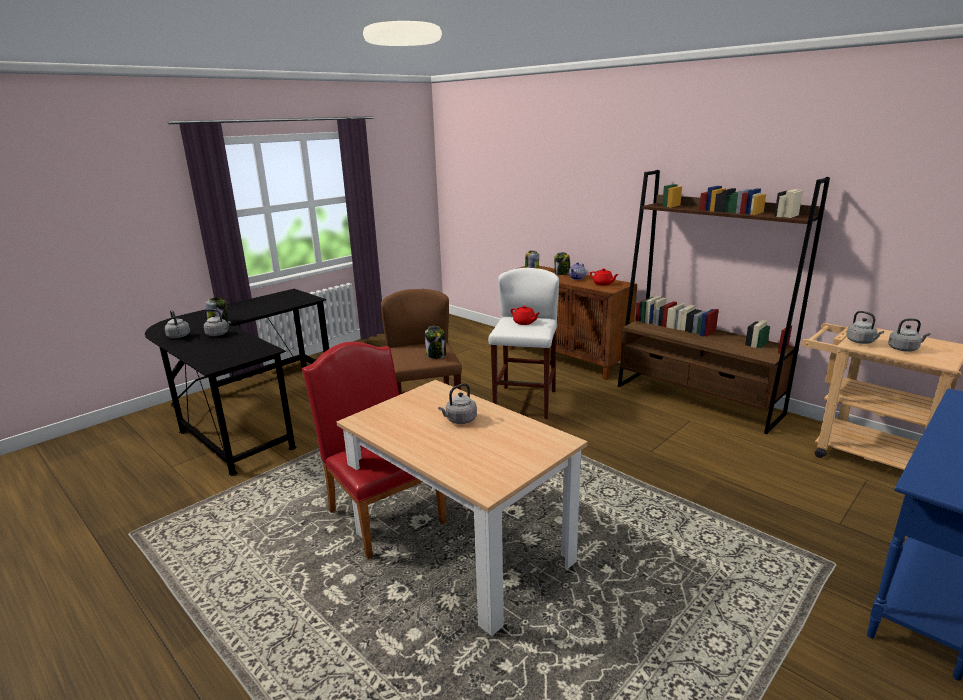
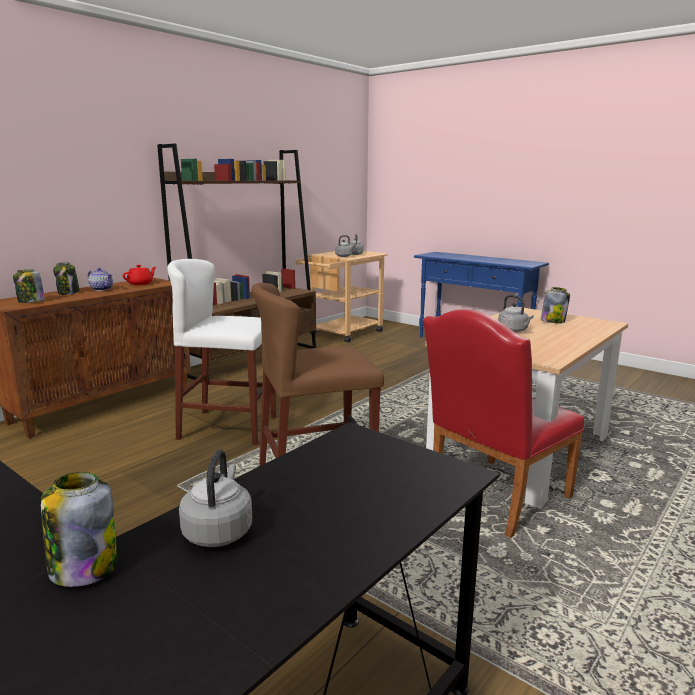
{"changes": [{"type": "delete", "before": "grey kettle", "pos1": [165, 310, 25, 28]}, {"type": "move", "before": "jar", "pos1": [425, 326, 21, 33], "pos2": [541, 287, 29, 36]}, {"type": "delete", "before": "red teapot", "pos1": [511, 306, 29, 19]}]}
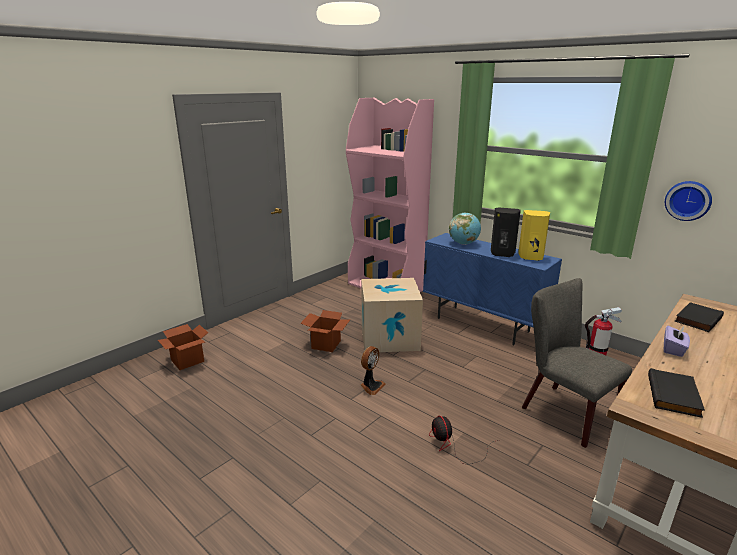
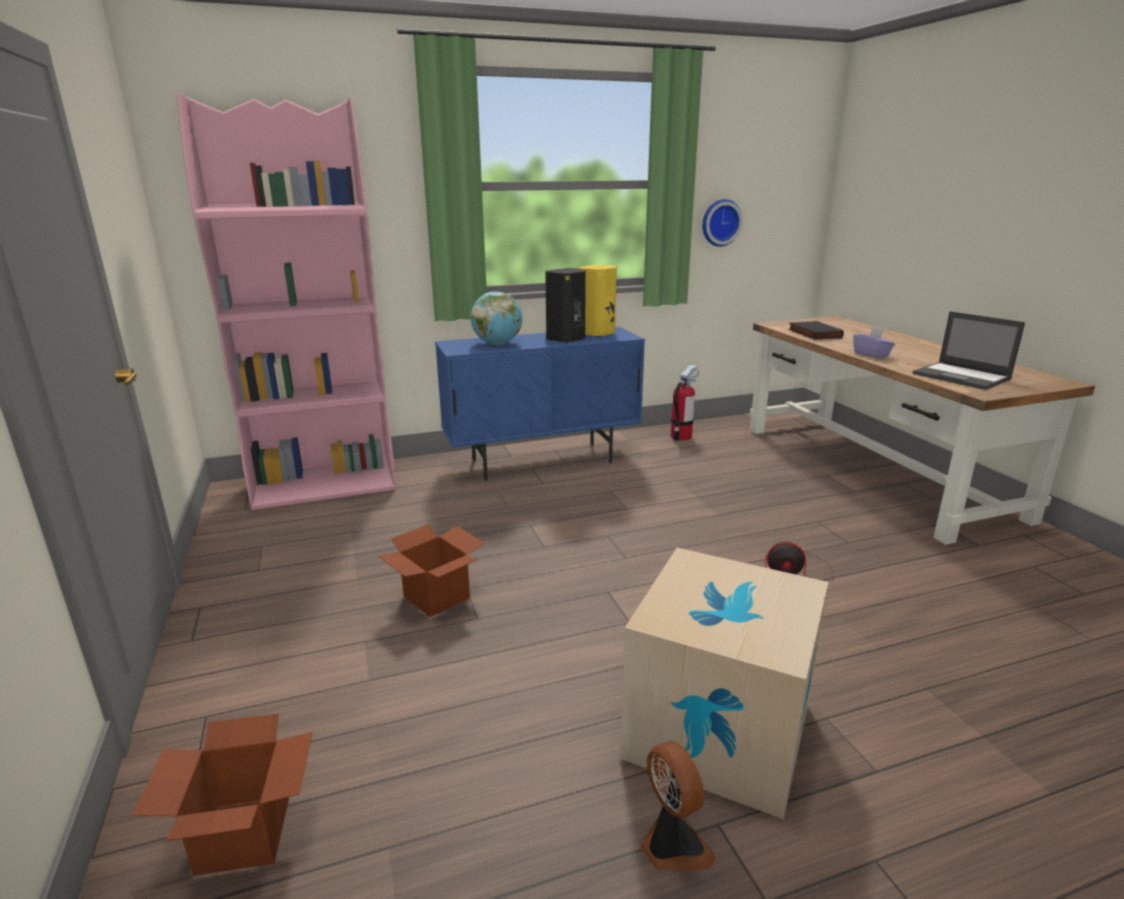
{"changes": [{"type": "move", "before": "fan", "pos1": [360, 346, 26, 49], "pos2": [640, 740, 76, 131]}, {"type": "move", "before": "cardboard box", "pos1": [361, 278, 62, 74], "pos2": [620, 548, 208, 271]}, {"type": "delete", "before": "grey chair", "pos1": [522, 278, 110, 170]}, {"type": "replace", "before": "black book", "after": "laptop", "pos1": [648, 368, 57, 50], "pos2": [913, 311, 112, 79]}]}
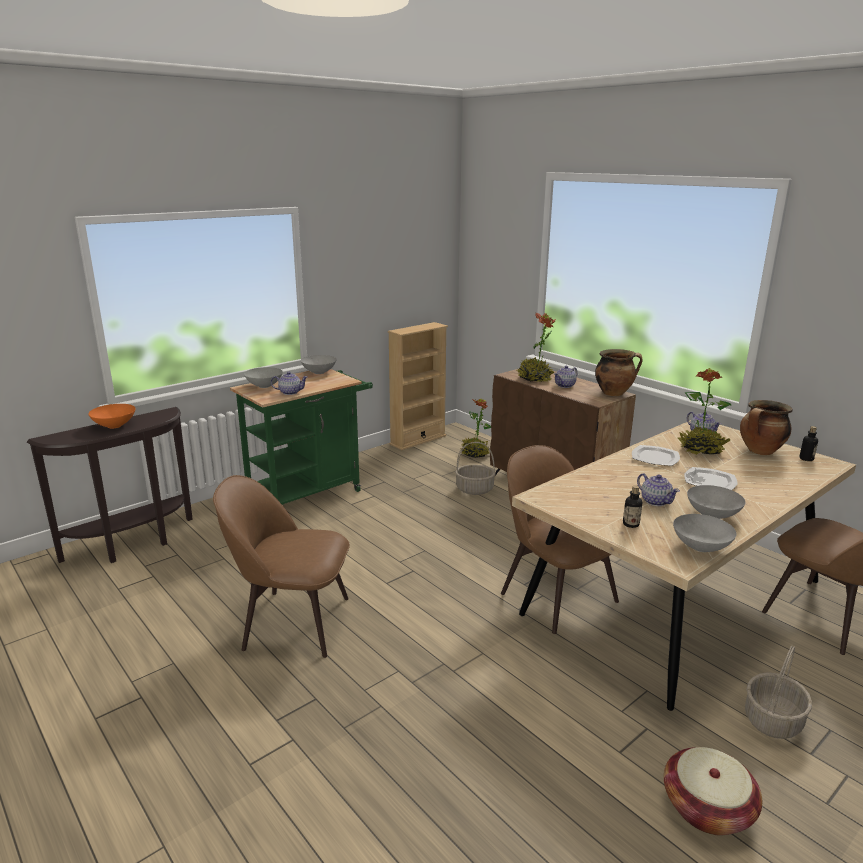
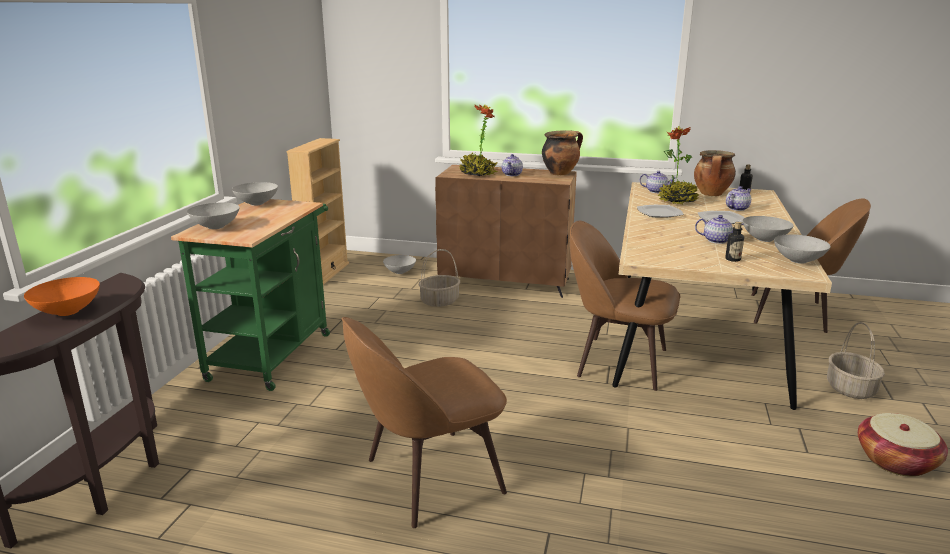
{"changes": [{"type": "move", "before": "teapot", "pos1": [271, 372, 37, 23], "pos2": [726, 186, 25, 25]}, {"type": "replace", "before": "potted plant", "after": "grey bowl", "pos1": [461, 399, 30, 59], "pos2": [383, 255, 33, 19]}]}
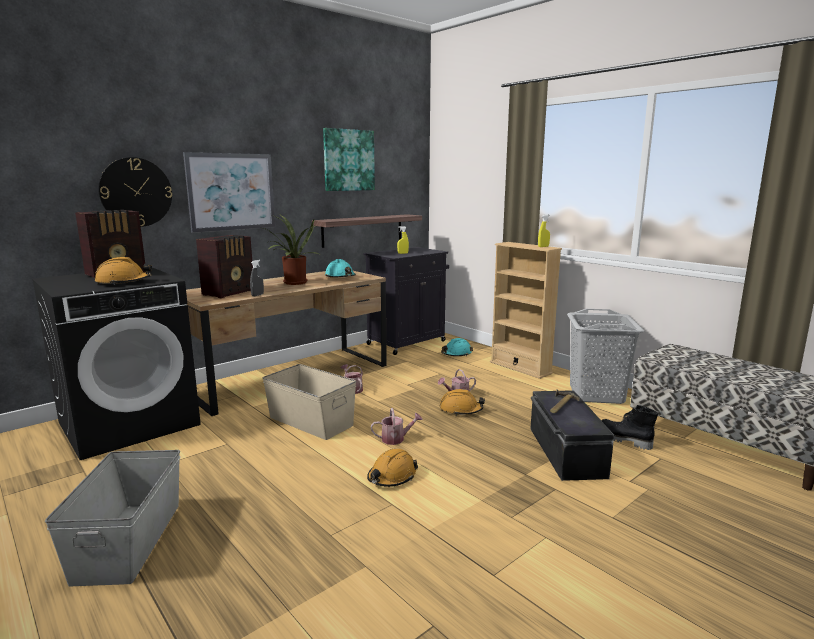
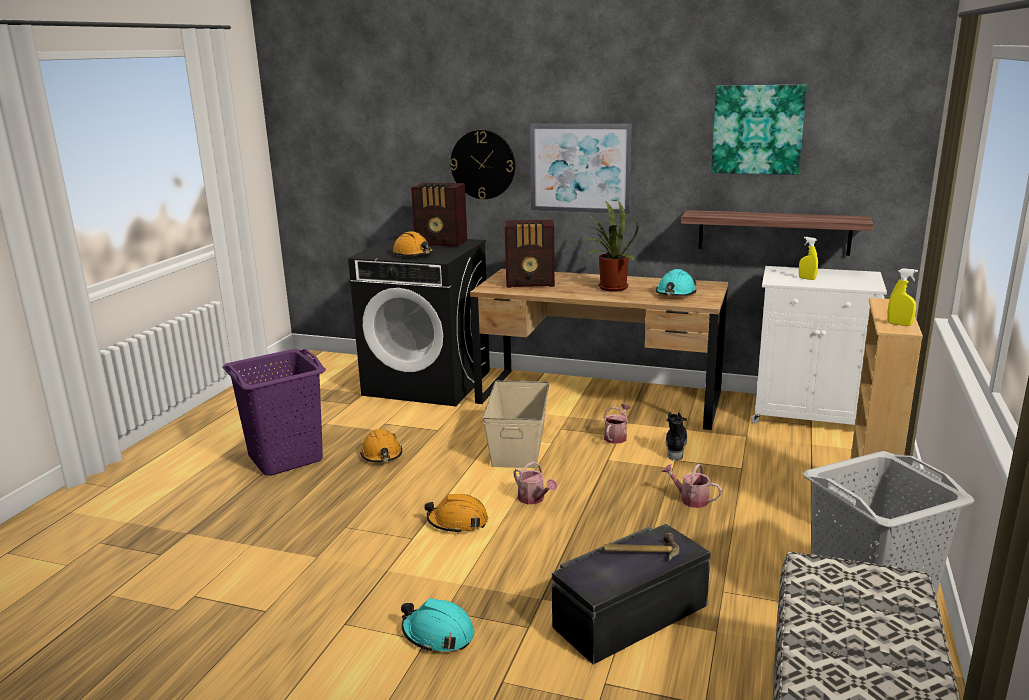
{"changes": [{"type": "replace", "before": "grey storage box", "after": "purple laundry basket", "pos1": [45, 450, 135, 137], "pos2": [223, 348, 103, 128]}, {"type": "delete", "before": "grey spray bottle", "pos1": [250, 260, 14, 37]}, {"type": "recolor", "before": "black cabinet", "after": "white cabinet", "pos1": [364, 247, 85, 108], "pos2": [751, 266, 136, 159]}, {"type": "move", "before": "orange hard hat", "pos1": [440, 389, 45, 27], "pos2": [360, 429, 42, 33]}, {"type": "move", "before": "turquoise hard hat", "pos1": [441, 338, 32, 18], "pos2": [401, 598, 73, 54]}, {"type": "move", "before": "black boot", "pos1": [601, 405, 57, 45], "pos2": [666, 411, 21, 50]}]}
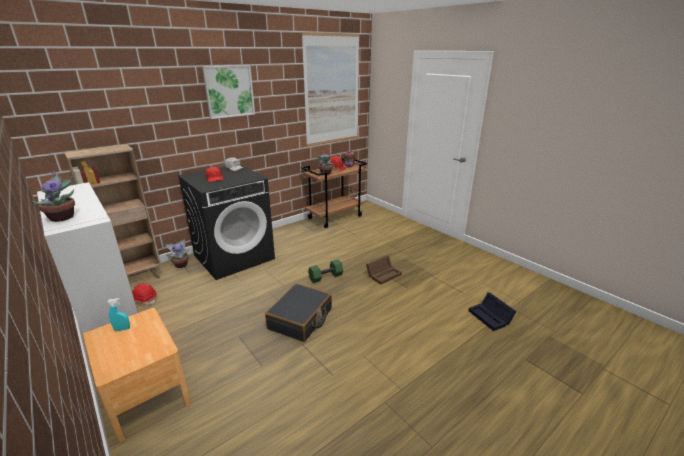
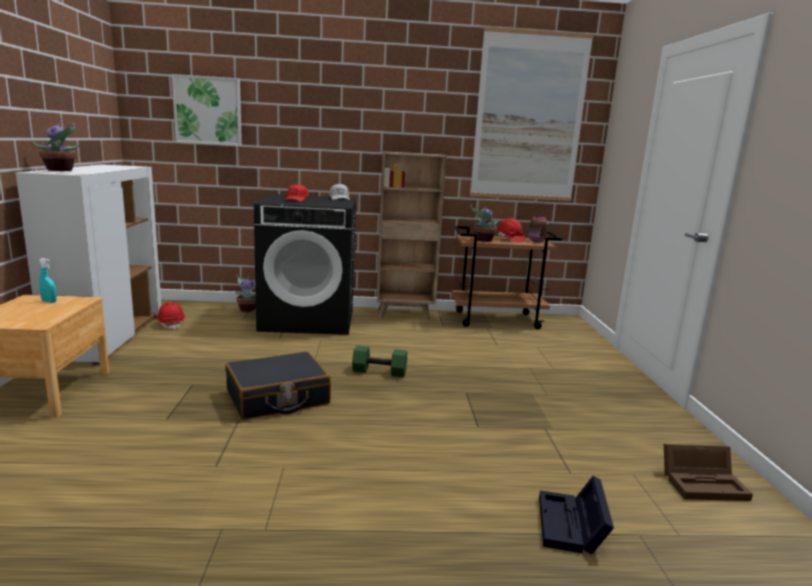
{"changes": [{"type": "move", "before": "brown bookcase", "pos1": [64, 144, 97, 135], "pos2": [377, 151, 69, 169]}, {"type": "move", "before": "picture", "pos1": [202, 65, 53, 54], "pos2": [172, 74, 70, 72]}, {"type": "move", "before": "brown storage box", "pos1": [366, 255, 36, 30], "pos2": [664, 444, 89, 57]}]}
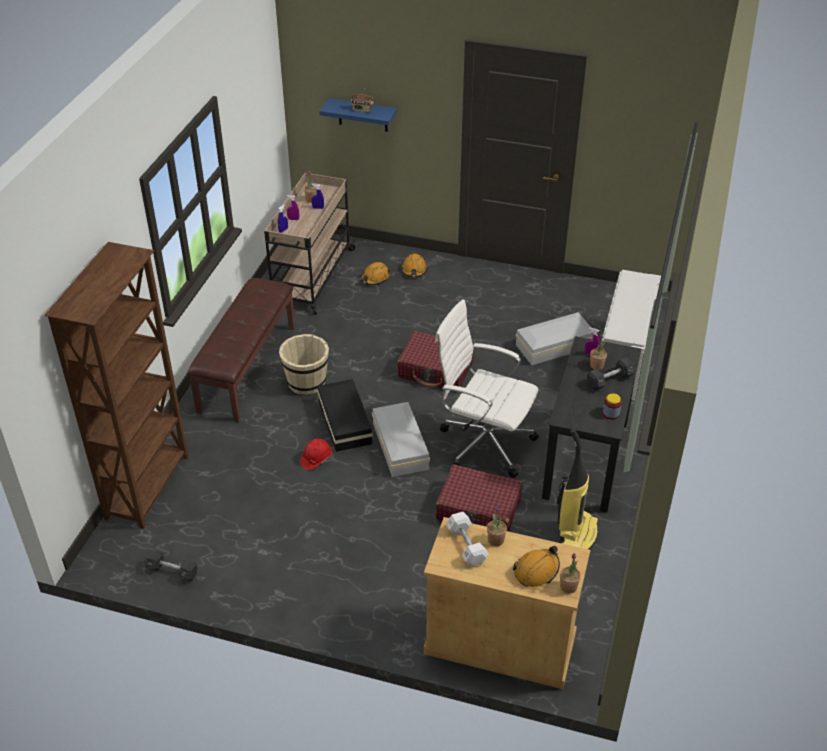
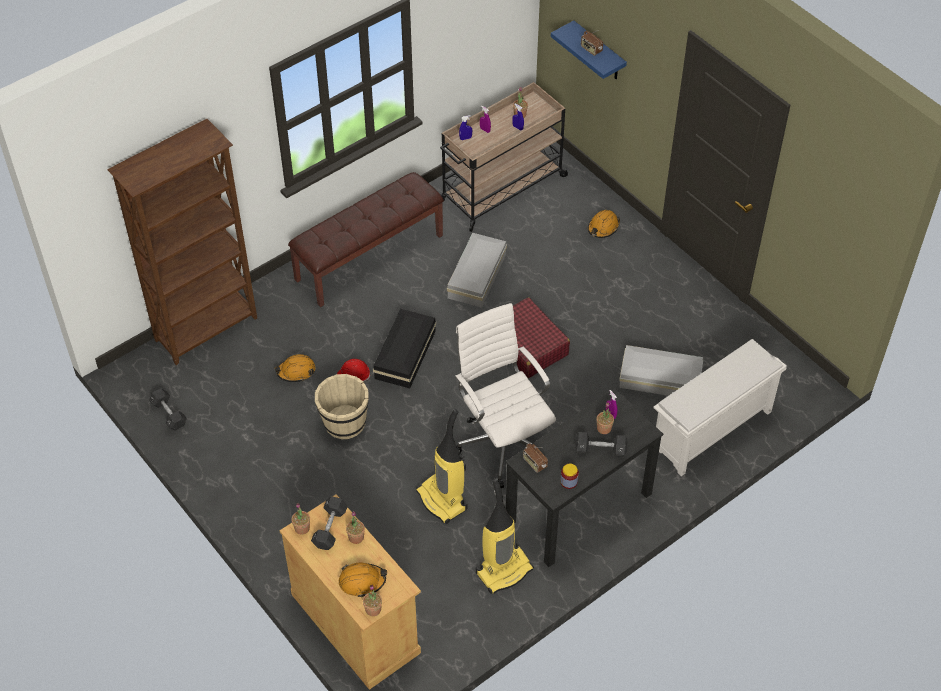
{"changes": [{"type": "move", "before": "beige bucket", "pos1": [279, 334, 50, 61], "pos2": [315, 374, 54, 65]}, {"type": "move", "before": "orange hard hat", "pos1": [361, 262, 30, 23], "pos2": [275, 354, 40, 28]}, {"type": "move", "before": "white storage box", "pos1": [372, 402, 58, 75], "pos2": [447, 233, 60, 75]}, {"type": "replace", "before": "red suitcase", "after": "vacuum cleaner", "pos1": [436, 464, 86, 68], "pos2": [416, 409, 51, 115]}, {"type": "recolor", "before": "white dumbbell", "after": "black dumbbell", "pos1": [446, 512, 43, 55], "pos2": [311, 497, 37, 53]}, {"type": "insert", "after": "potted plant", "pos2": [292, 503, 18, 31]}, {"type": "insert", "after": "radio", "pos2": [523, 443, 25, 30]}]}
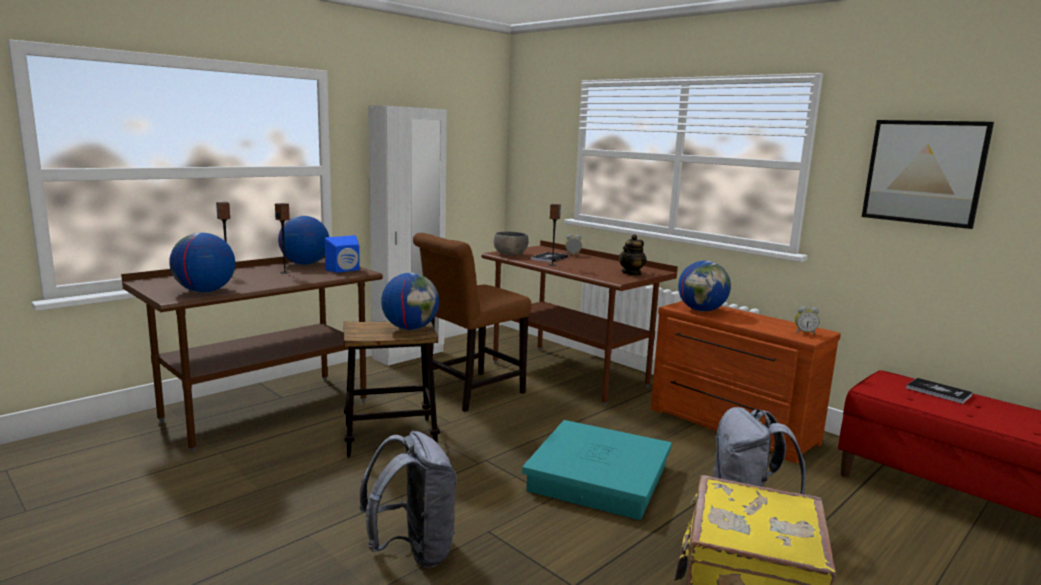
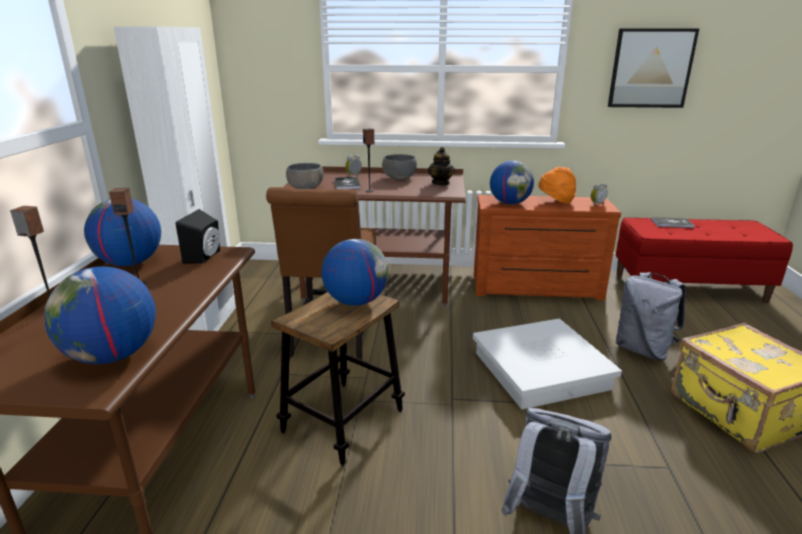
{"changes": [{"type": "recolor", "before": "blue speaker", "after": "black speaker", "pos1": [325, 235, 34, 38], "pos2": [176, 209, 44, 55]}, {"type": "recolor", "before": "turquoise storage box", "after": "white storage box", "pos1": [522, 420, 150, 100], "pos2": [473, 319, 149, 90]}, {"type": "insert", "after": "grey bowl", "pos2": [382, 154, 35, 26]}, {"type": "insert", "after": "orange hat", "pos2": [538, 167, 38, 37]}]}
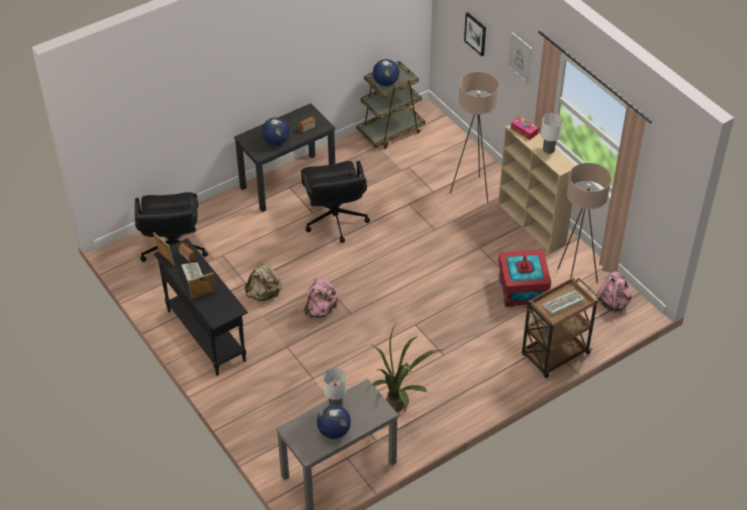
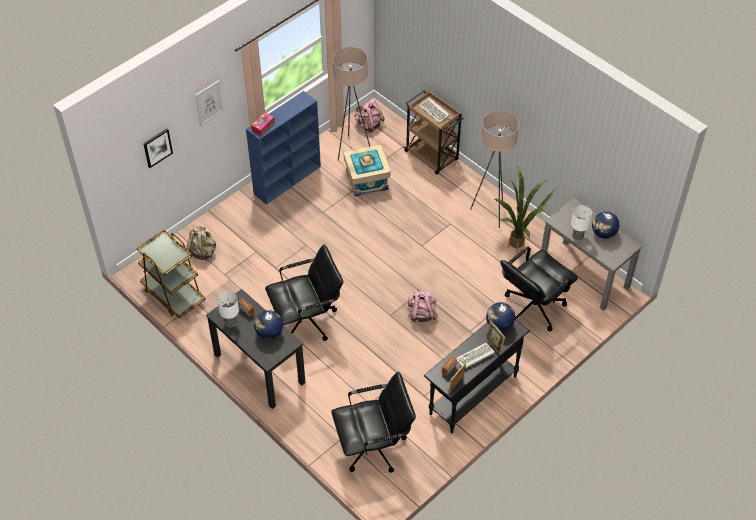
{"changes": [{"type": "move", "before": "beige backpack", "pos1": [245, 261, 38, 40], "pos2": [186, 226, 30, 35]}, {"type": "move", "before": "globe", "pos1": [373, 59, 26, 27], "pos2": [486, 302, 29, 29]}, {"type": "move", "before": "beige floor lamp", "pos1": [450, 72, 49, 130], "pos2": [470, 110, 49, 118]}, {"type": "recolor", "before": "beige bookcase", "after": "blue bookcase", "pos1": [498, 125, 78, 128], "pos2": [246, 91, 75, 114]}, {"type": "recolor", "before": "red storage box", "after": "beige storage box", "pos1": [498, 250, 53, 57], "pos2": [344, 145, 47, 52]}, {"type": "move", "before": "table lamp", "pos1": [541, 113, 22, 41], "pos2": [217, 291, 22, 36]}, {"type": "insert", "after": "black office chair", "pos2": [500, 247, 78, 85]}]}
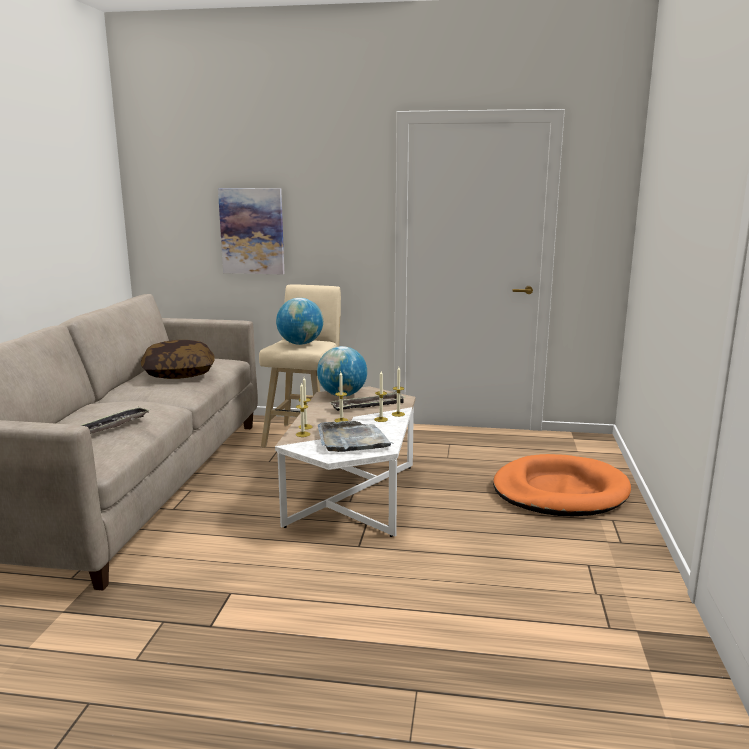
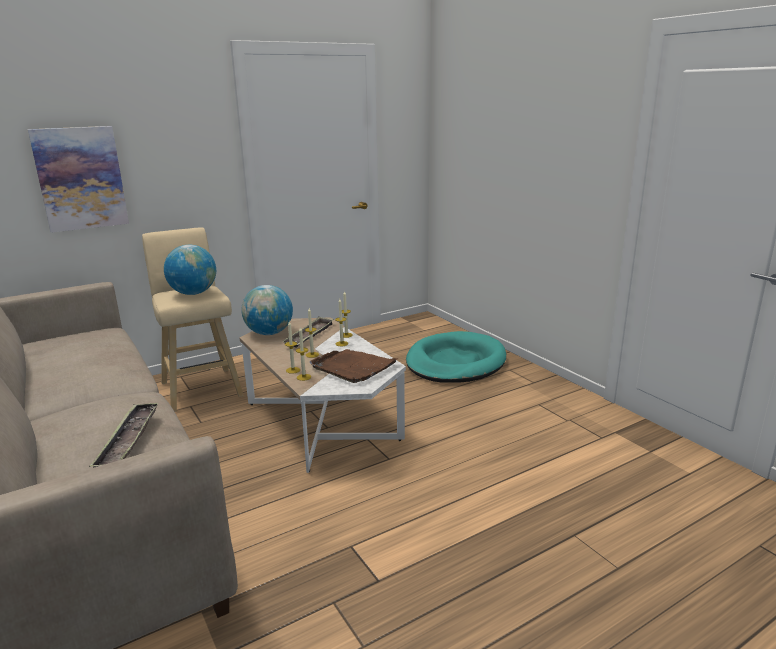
{"changes": [{"type": "delete", "before": "pillow", "pos1": [141, 340, 74, 39]}, {"type": "recolor", "before": "grey tray", "after": "brown tray", "pos1": [318, 421, 75, 31], "pos2": [310, 349, 89, 34]}, {"type": "recolor", "before": "orange dog bed", "after": "turquoise dog bed", "pos1": [493, 454, 138, 62], "pos2": [406, 331, 100, 52]}]}
